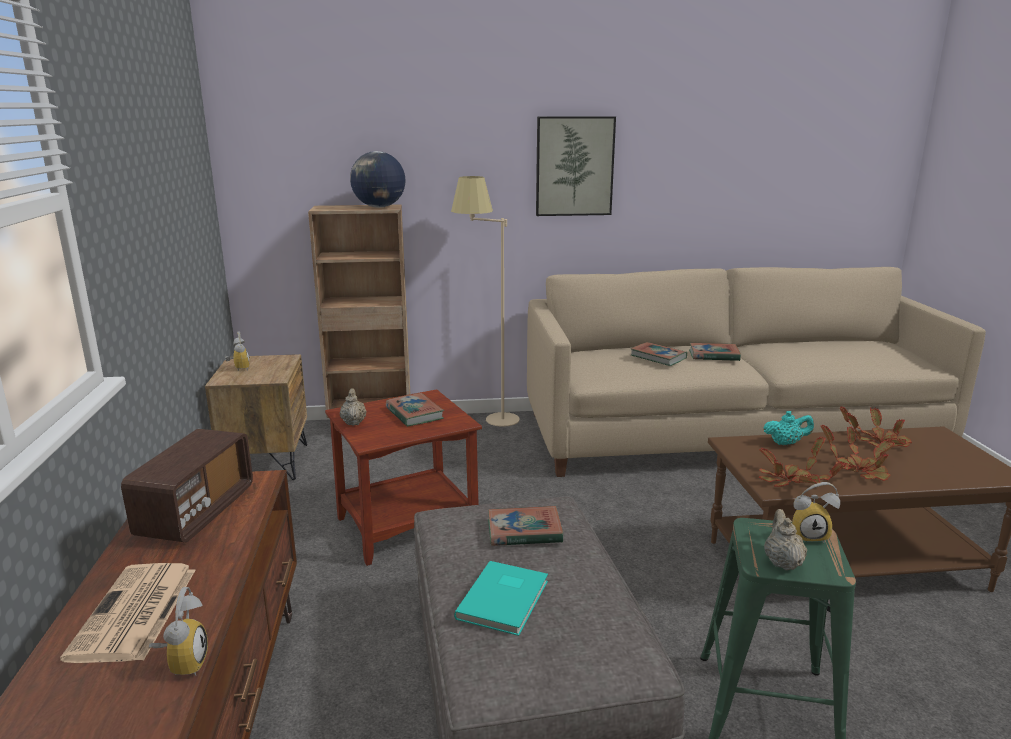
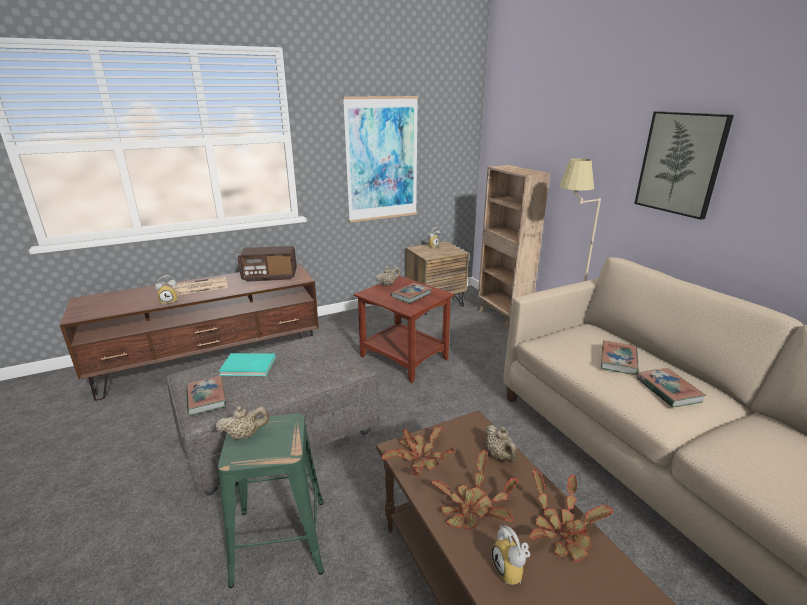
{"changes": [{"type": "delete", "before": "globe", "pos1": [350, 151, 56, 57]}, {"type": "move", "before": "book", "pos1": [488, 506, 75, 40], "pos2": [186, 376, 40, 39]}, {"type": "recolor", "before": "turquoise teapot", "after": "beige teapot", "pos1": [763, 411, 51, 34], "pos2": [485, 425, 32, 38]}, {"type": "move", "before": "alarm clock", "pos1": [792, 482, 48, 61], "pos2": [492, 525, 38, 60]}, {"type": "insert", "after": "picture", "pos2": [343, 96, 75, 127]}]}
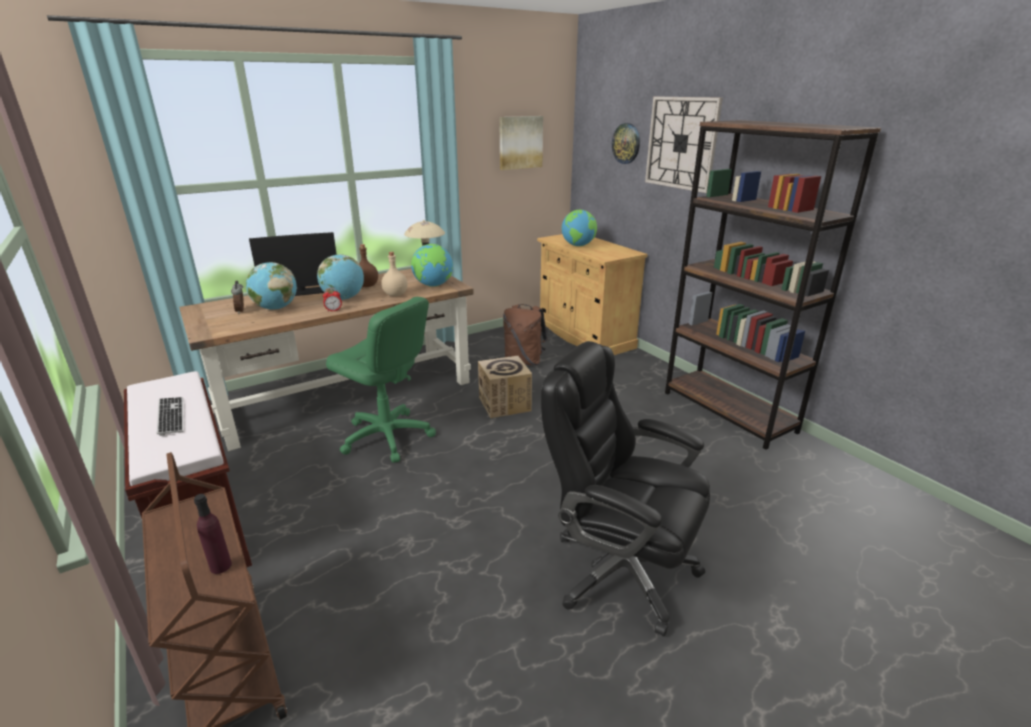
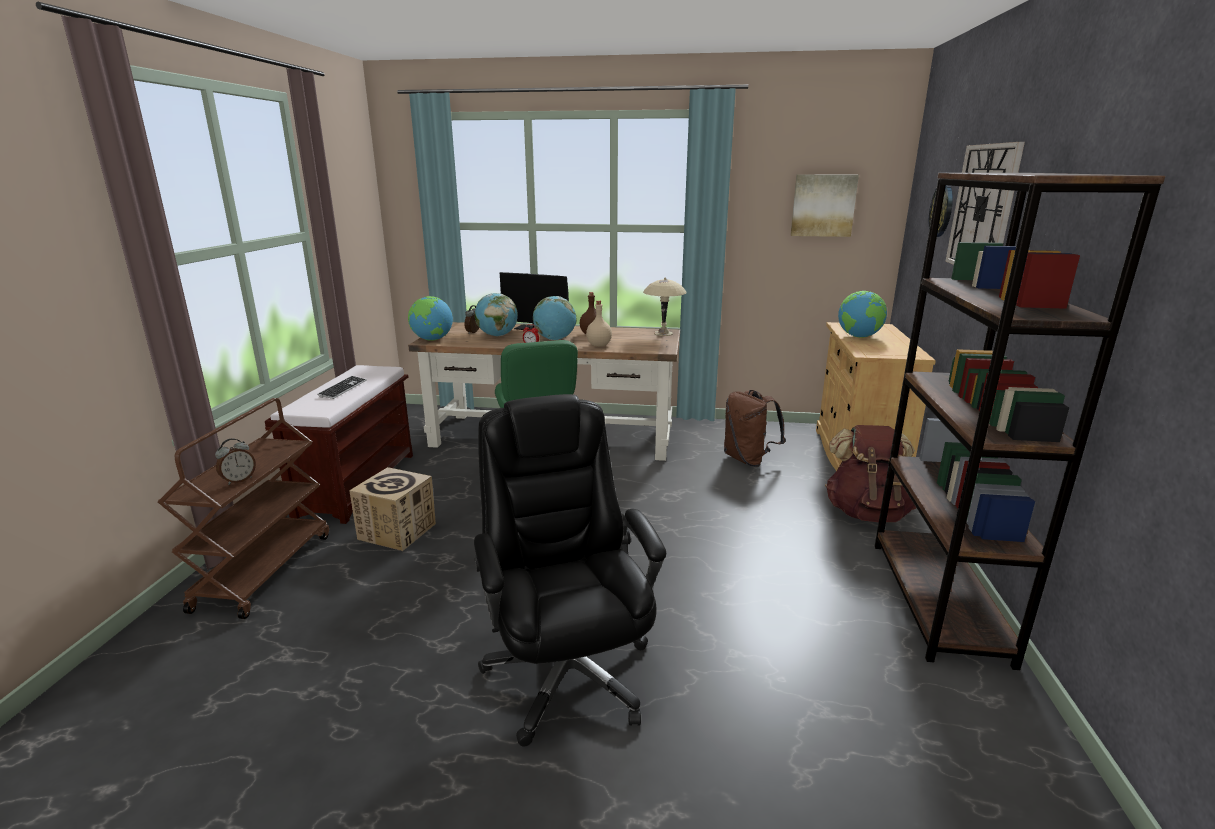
{"changes": [{"type": "replace", "before": "purple bottle", "after": "alarm clock", "pos1": [194, 494, 38, 80], "pos2": [215, 438, 41, 47]}, {"type": "move", "before": "globe", "pos1": [411, 244, 42, 43], "pos2": [408, 296, 45, 45]}, {"type": "move", "before": "cardboard box", "pos1": [478, 356, 54, 62], "pos2": [349, 467, 87, 84]}, {"type": "insert", "after": "brown backpack", "pos2": [825, 425, 91, 97]}]}
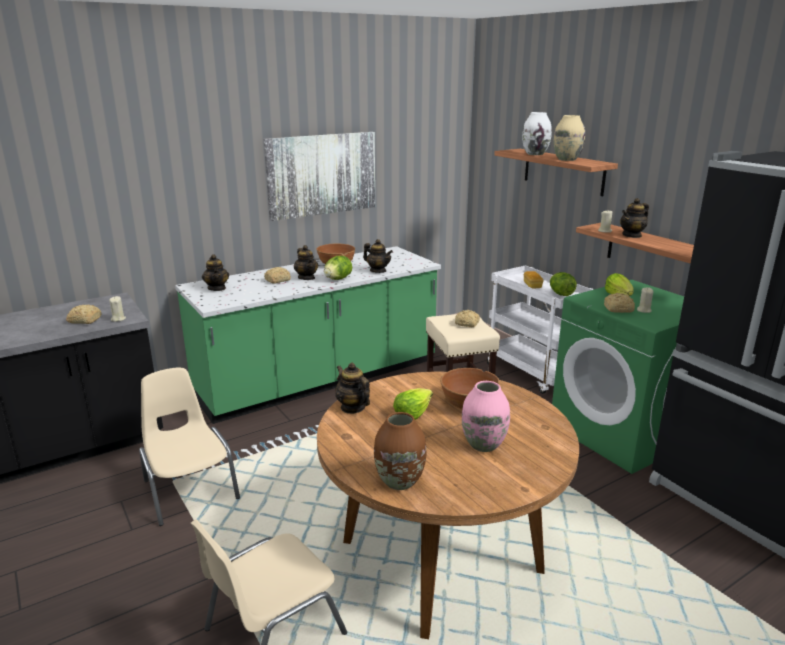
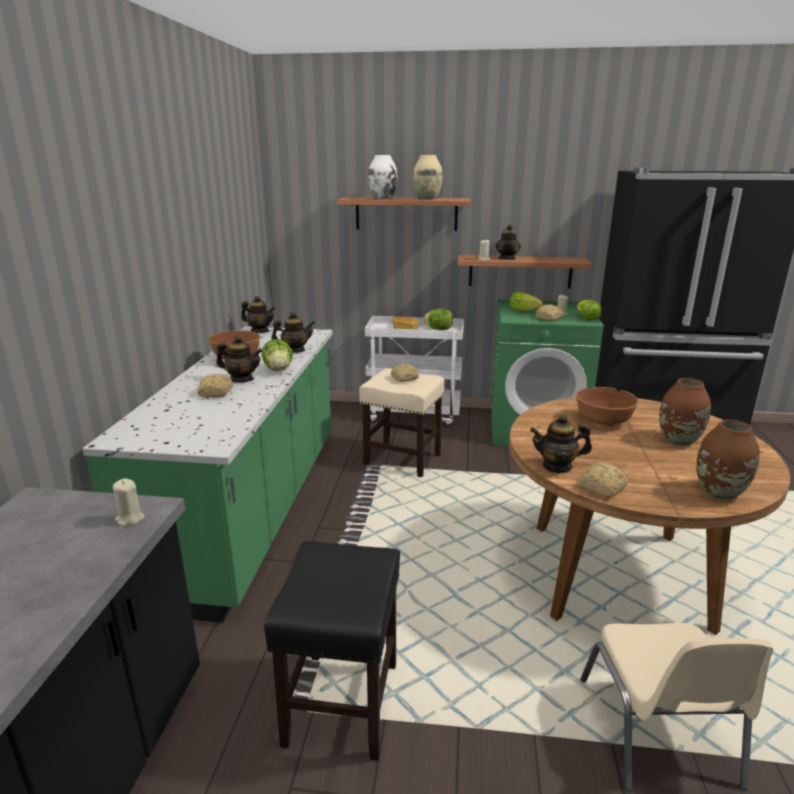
{"changes": [{"type": "move", "before": "bread", "pos1": [66, 305, 36, 19], "pos2": [580, 462, 48, 35]}, {"type": "replace", "before": "beige chair", "after": "black stool", "pos1": [139, 368, 101, 158], "pos2": [264, 541, 136, 220]}, {"type": "move", "before": "teapot", "pos1": [202, 254, 27, 37], "pos2": [241, 296, 34, 37]}, {"type": "delete", "before": "picture", "pos1": [264, 132, 111, 89]}, {"type": "move", "before": "lettuce", "pos1": [393, 388, 40, 32], "pos2": [577, 300, 25, 20]}, {"type": "recolor", "before": "pink vase", "after": "brown vase", "pos1": [462, 381, 48, 71], "pos2": [659, 378, 52, 68]}]}
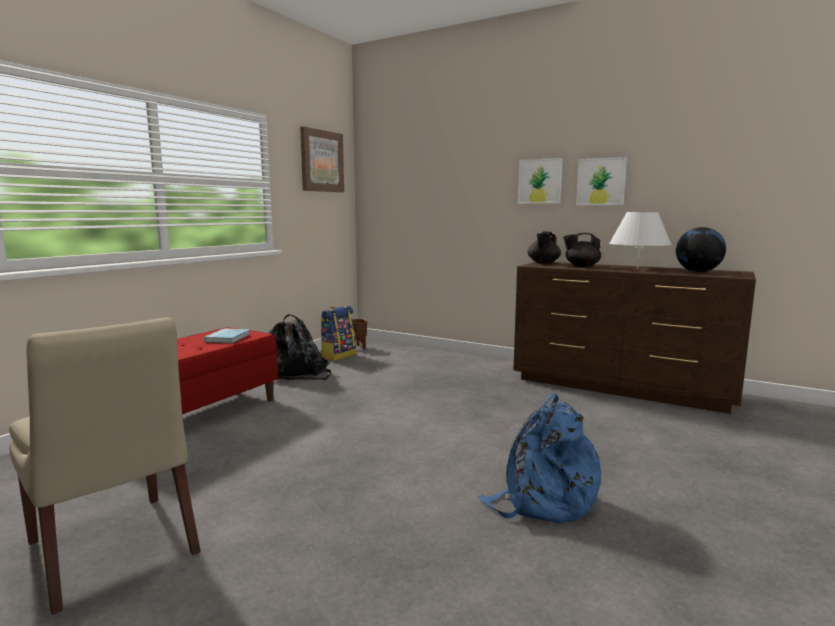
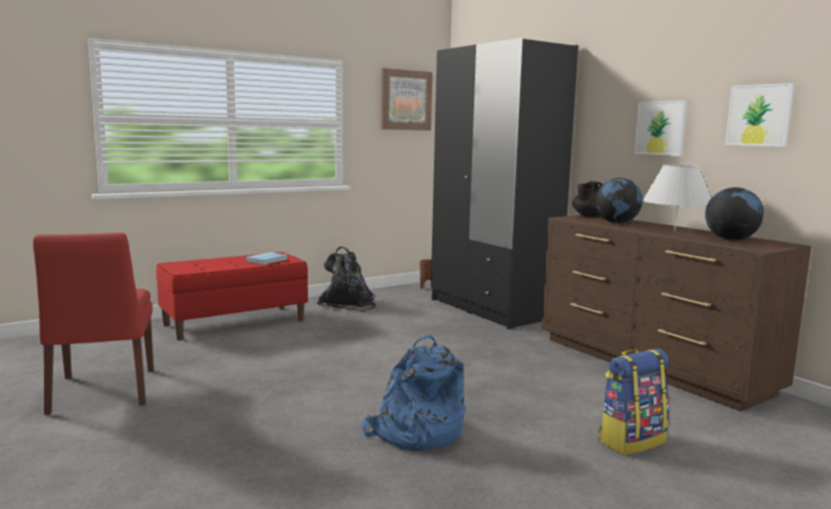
{"changes": [{"type": "recolor", "before": "beige chair", "after": "red chair", "pos1": [9, 318, 192, 297], "pos2": [33, 233, 121, 182]}, {"type": "move", "before": "backpack", "pos1": [320, 305, 36, 56], "pos2": [598, 349, 71, 106]}, {"type": "move", "before": "picture", "pos1": [518, 158, 44, 45], "pos2": [725, 83, 69, 64]}, {"type": "replace", "before": "black teapot", "after": "globe", "pos1": [563, 233, 38, 34], "pos2": [595, 178, 48, 46]}, {"type": "insert", "after": "black wardrobe", "pos2": [431, 38, 147, 291]}]}
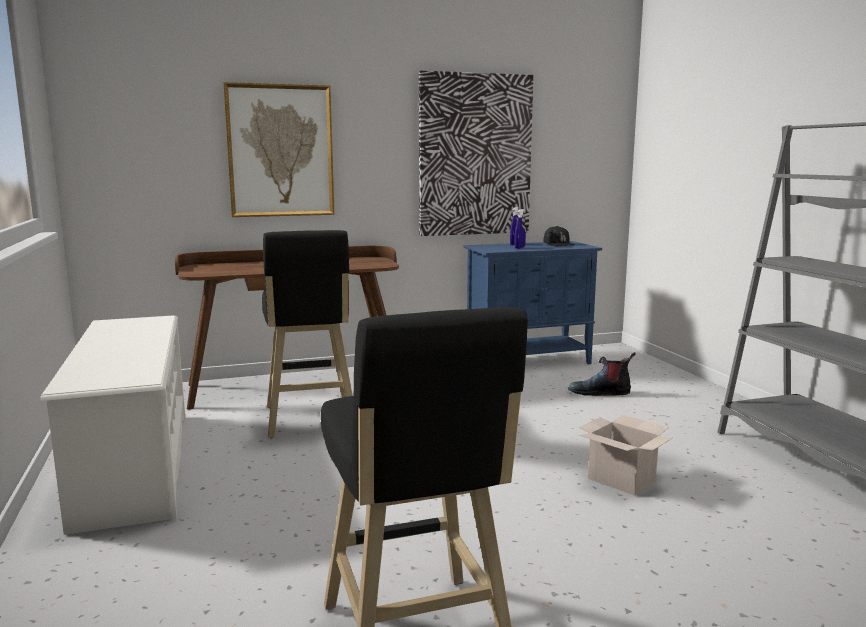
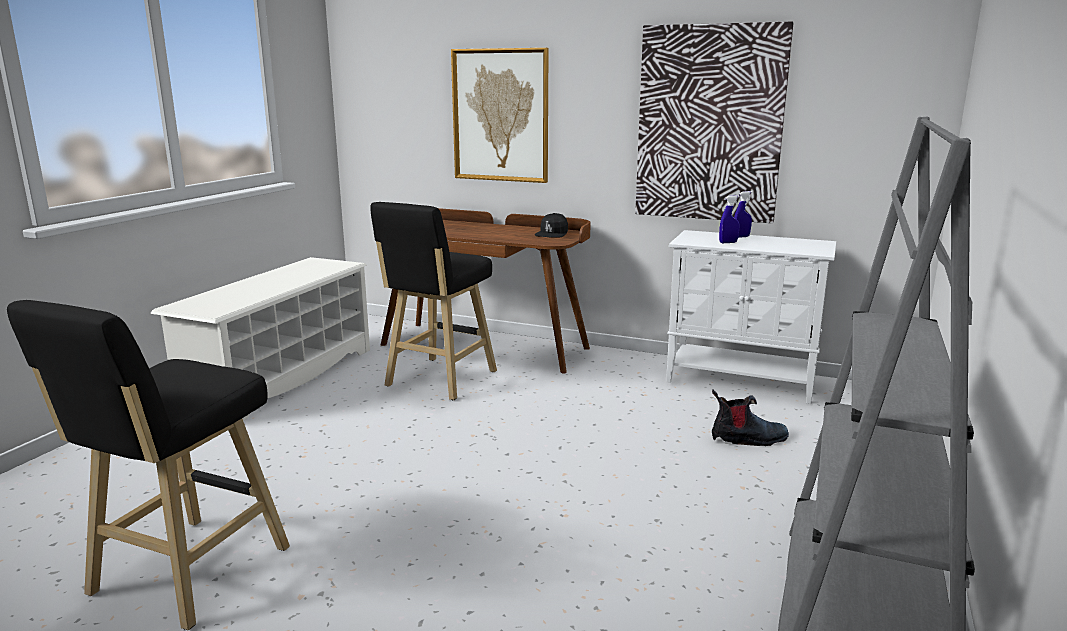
{"changes": [{"type": "recolor", "before": "blue cabinet", "after": "white cabinet", "pos1": [464, 241, 138, 123], "pos2": [666, 230, 170, 174]}, {"type": "move", "before": "black cap", "pos1": [543, 226, 32, 20], "pos2": [535, 213, 33, 25]}, {"type": "rotate", "before": "boot", "pos1": [568, 352, 68, 44], "pos2": [712, 390, 77, 56], "turn": 135}, {"type": "delete", "before": "cardboard box", "pos1": [579, 415, 93, 80]}]}
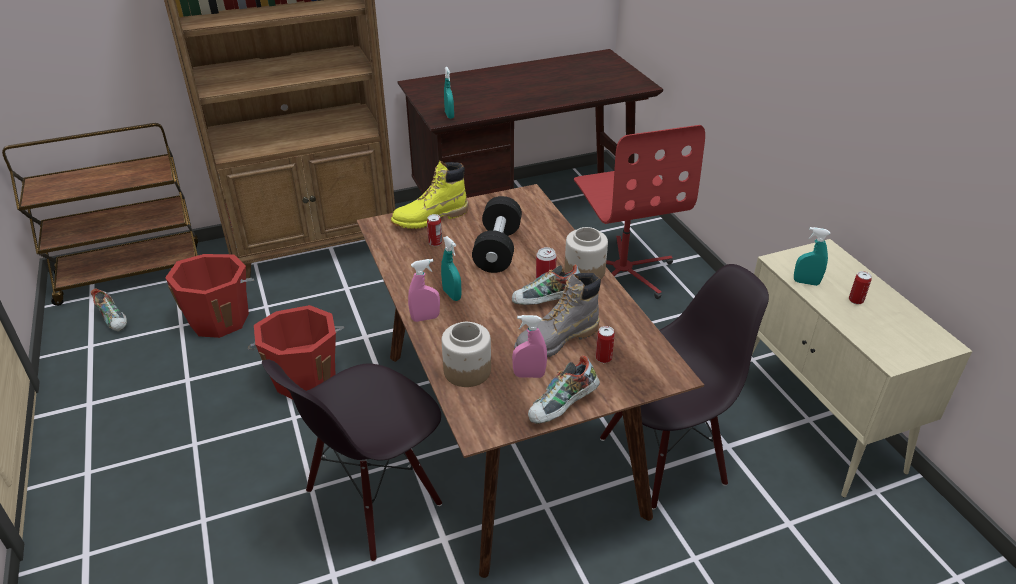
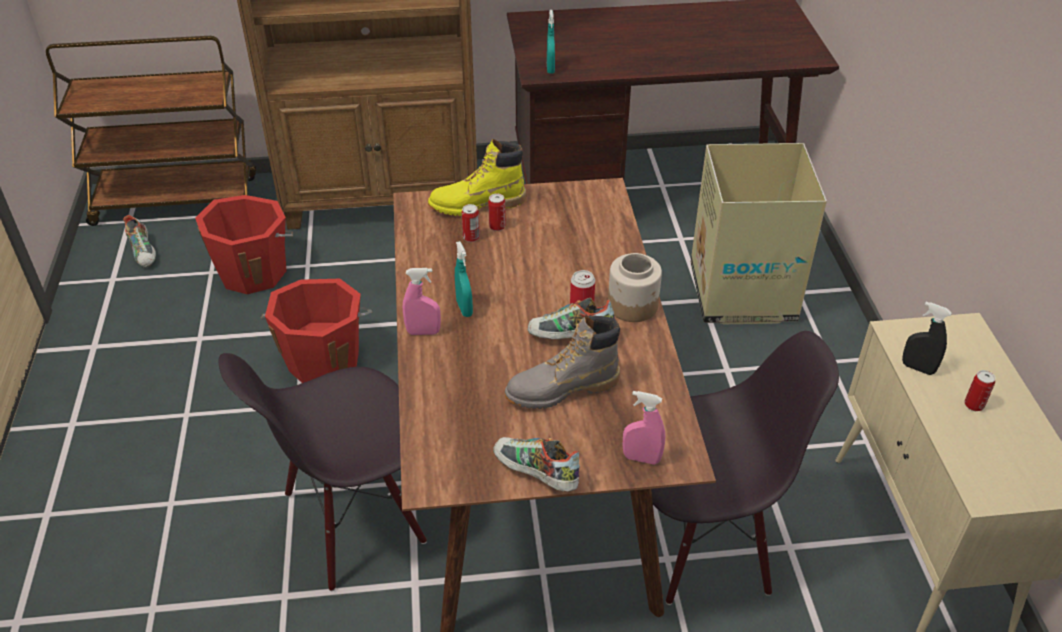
{"changes": [{"type": "delete", "before": "jar", "pos1": [442, 322, 49, 65]}, {"type": "delete", "before": "black dumbbell", "pos1": [472, 196, 50, 77]}, {"type": "move", "before": "pink spray bottle", "pos1": [512, 315, 35, 63], "pos2": [623, 391, 43, 74]}, {"type": "rotate", "before": "shoe", "pos1": [528, 355, 72, 69], "pos2": [493, 437, 87, 55], "turn": 60}, {"type": "replace", "before": "red office chair", "after": "cardboard box", "pos1": [574, 125, 131, 174], "pos2": [691, 143, 136, 181]}, {"type": "move", "before": "can", "pos1": [596, 326, 19, 37], "pos2": [488, 193, 18, 38]}, {"type": "recolor", "before": "turquoise spray bottle", "after": "black spray bottle", "pos1": [794, 227, 36, 59], "pos2": [902, 302, 50, 73]}]}
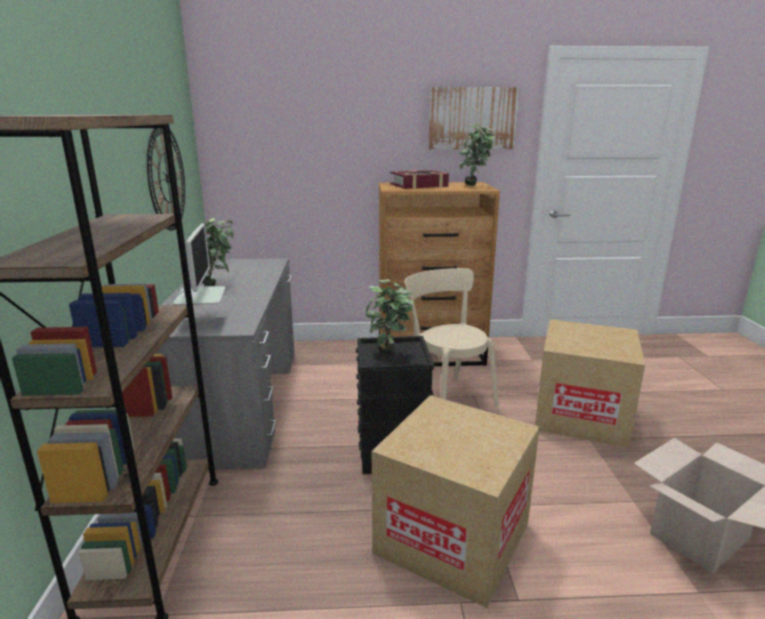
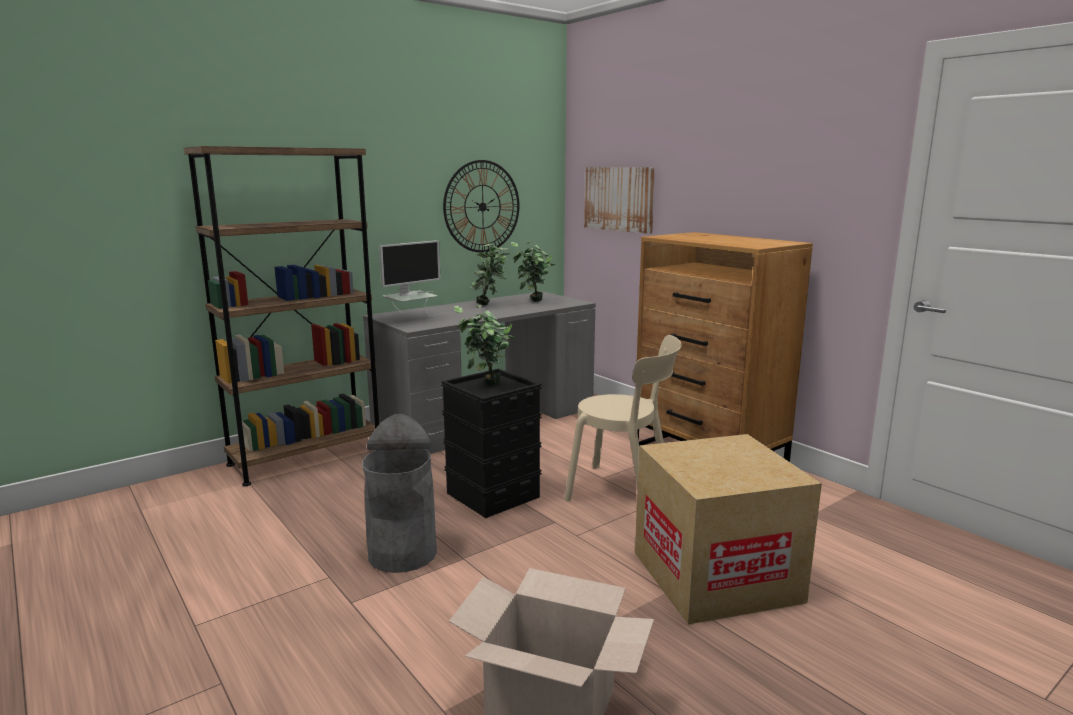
{"changes": [{"type": "replace", "before": "cardboard box", "after": "grey trash can", "pos1": [372, 395, 168, 213], "pos2": [362, 414, 75, 159]}, {"type": "delete", "before": "book", "pos1": [390, 170, 59, 19]}, {"type": "rotate", "before": "beige chair", "pos1": [405, 268, 94, 139], "pos2": [564, 335, 118, 166], "turn": 90}, {"type": "move", "before": "picture", "pos1": [428, 87, 92, 62], "pos2": [584, 167, 71, 67]}, {"type": "move", "before": "potted plant", "pos1": [458, 123, 38, 63], "pos2": [511, 242, 45, 60]}]}
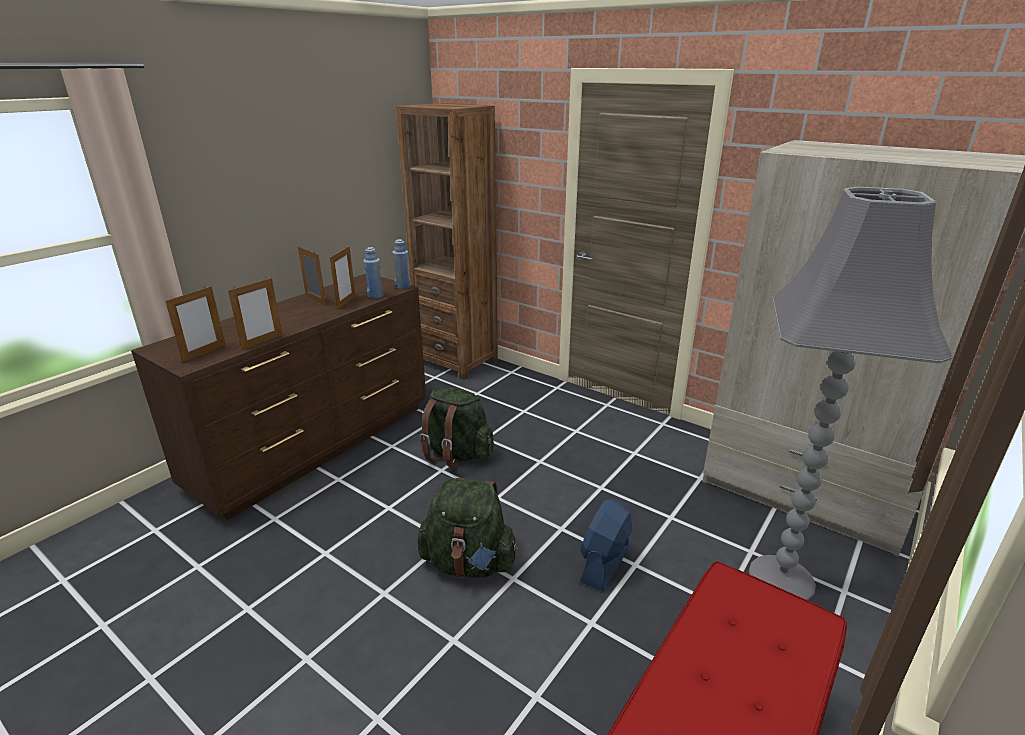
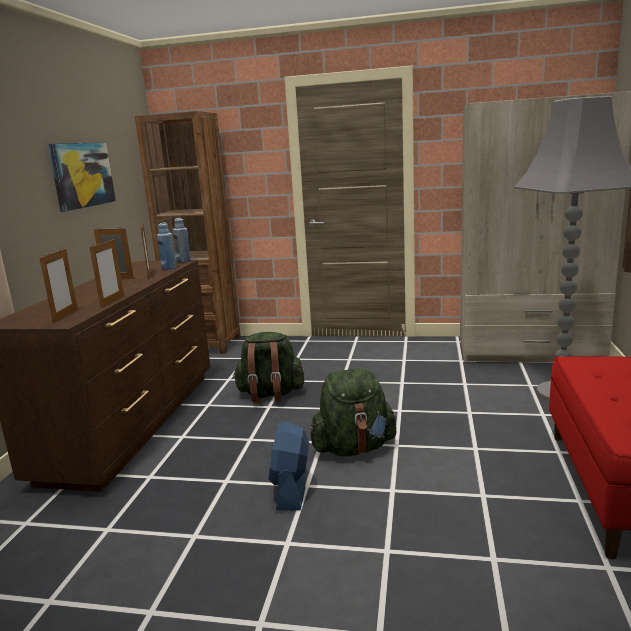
{"changes": [{"type": "move", "before": "blue fan", "pos1": [580, 499, 52, 92], "pos2": [268, 421, 41, 89]}, {"type": "insert", "after": "picture", "pos2": [48, 143, 68, 69]}]}
